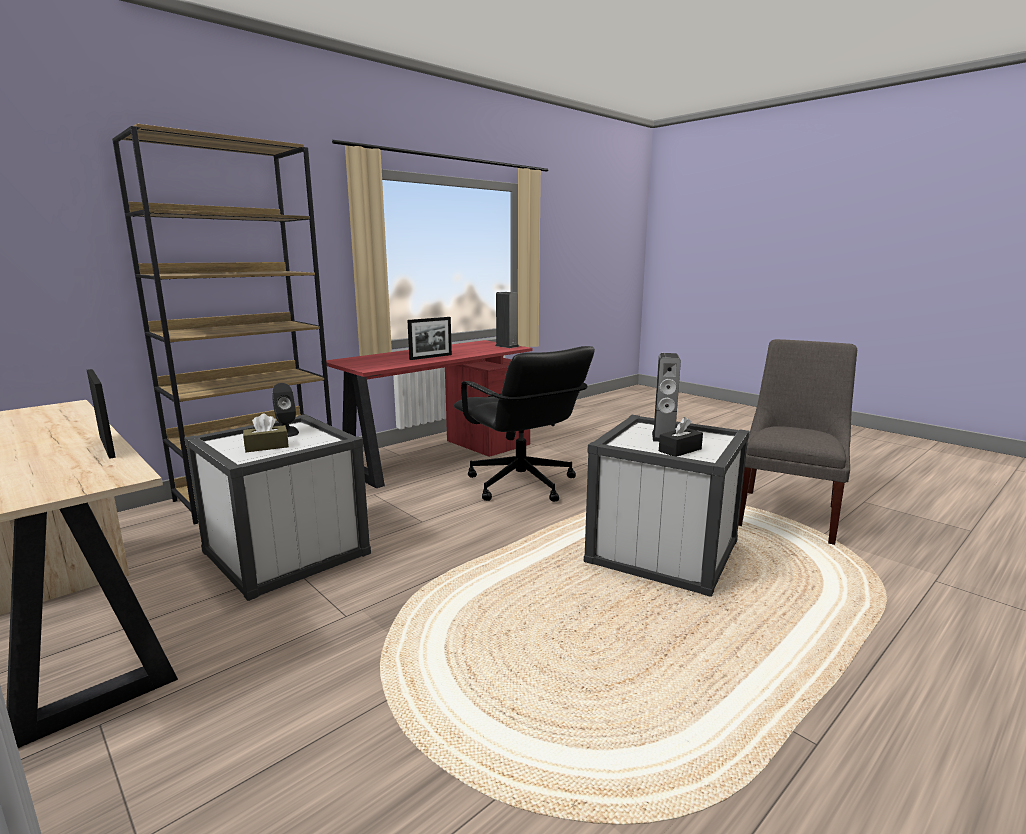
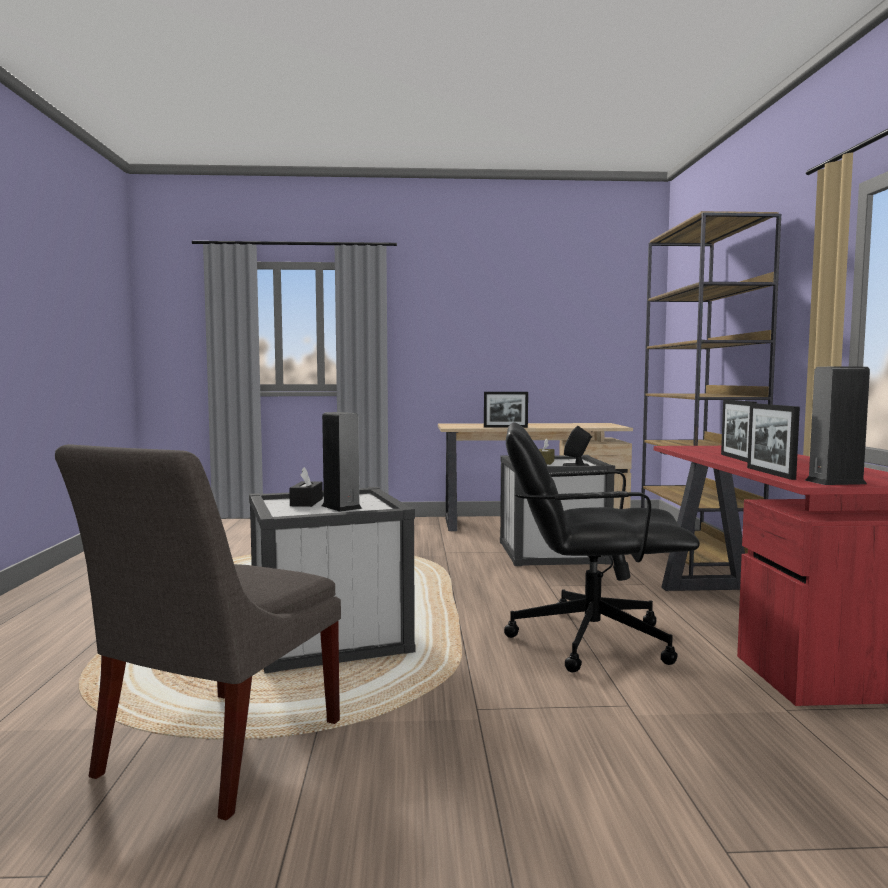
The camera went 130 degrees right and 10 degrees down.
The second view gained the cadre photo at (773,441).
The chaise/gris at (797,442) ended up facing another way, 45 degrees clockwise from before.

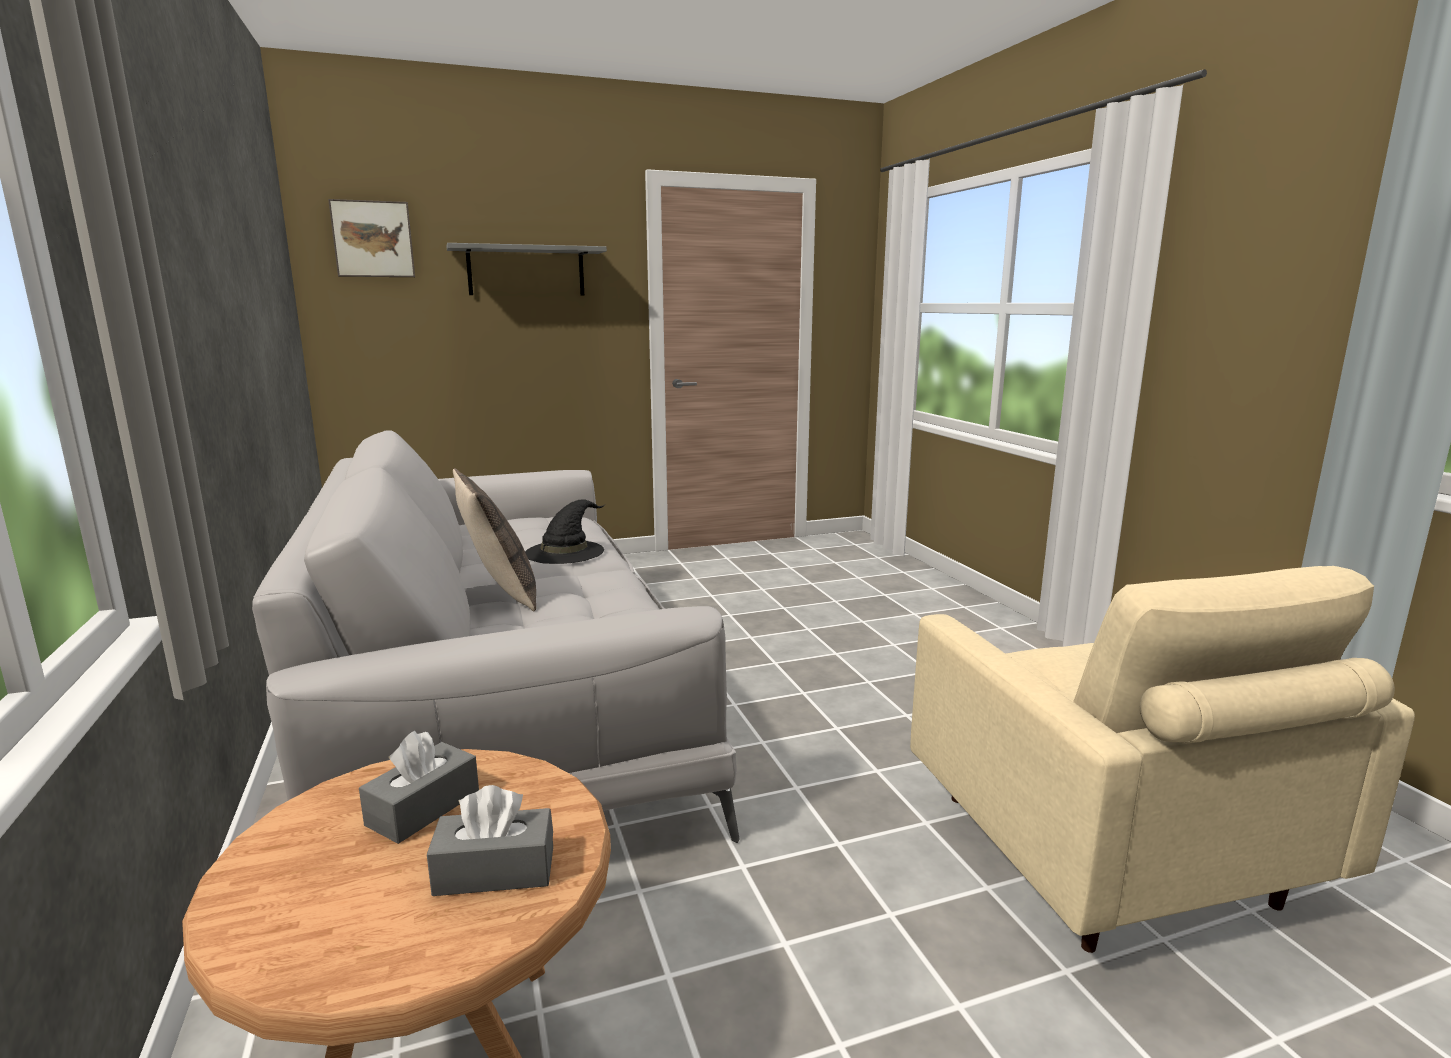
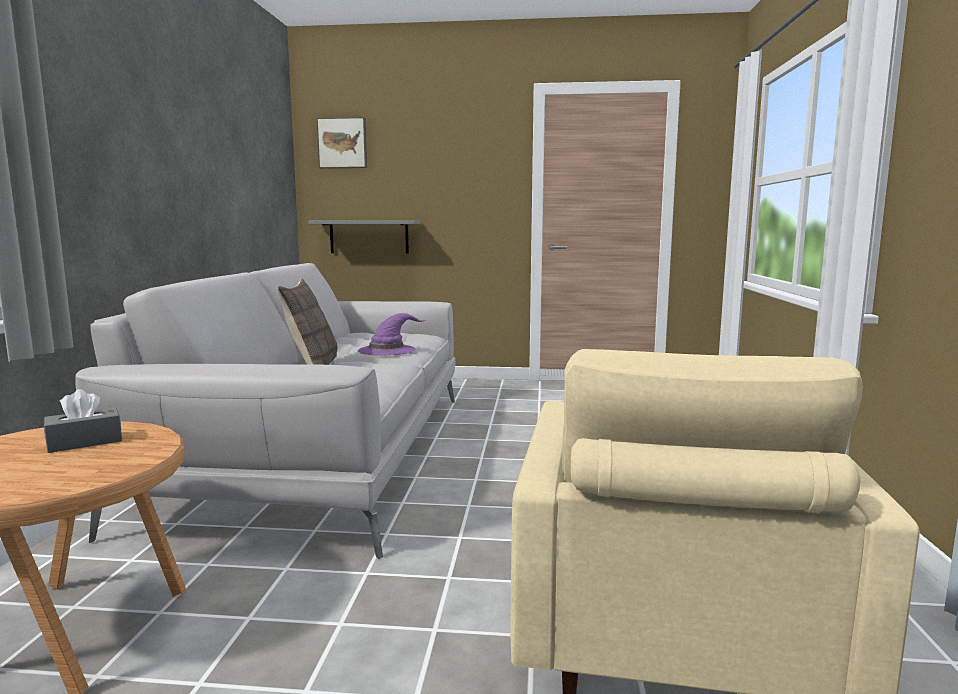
The camera went 25 degrees right and 5 degrees down.
The second view lost the boîte à mouchoirs/gris at (490,840).
The étagère/gris ended up elsewhere, having gone from (526,269) to (364,237).
What was the chapeau/noir at (565,532) turned into the chapeau/violet at (391,334).

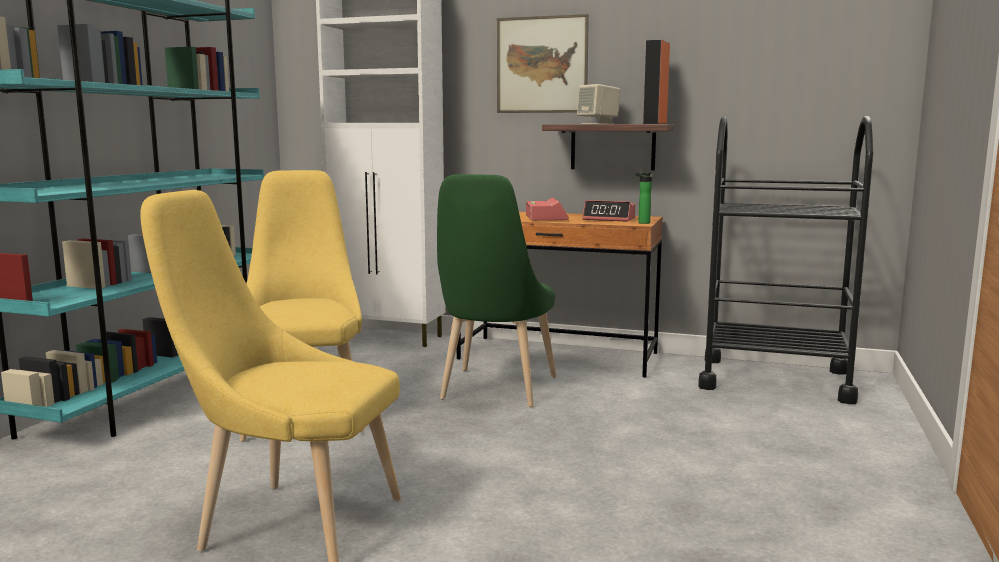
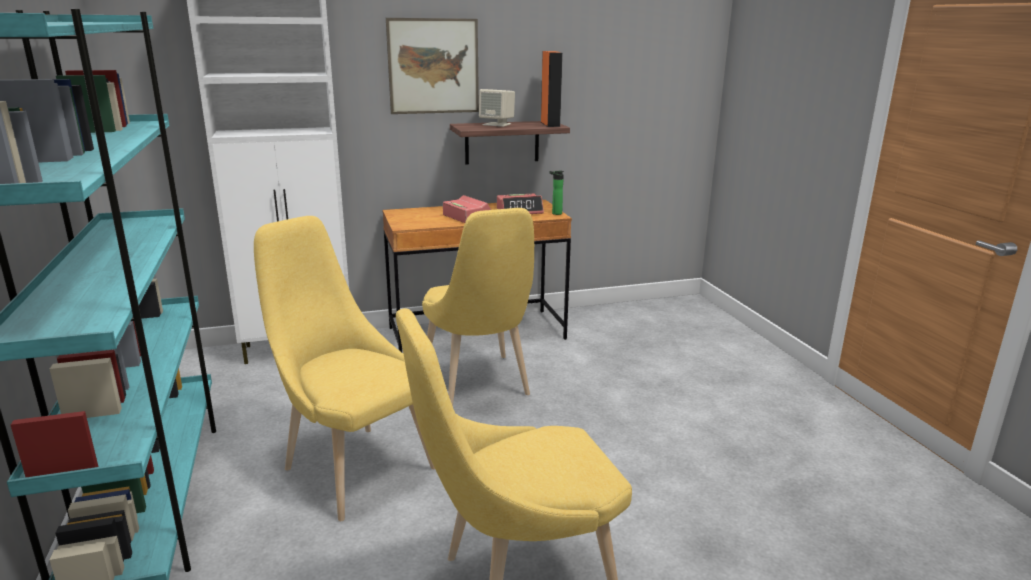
The camera went 35 degrees left and 10 degrees up.
The second view lost the chariot/noir at (786,260).
What was the chaise/vert at (496,290) turned into the chaise/jaune at (478,307).

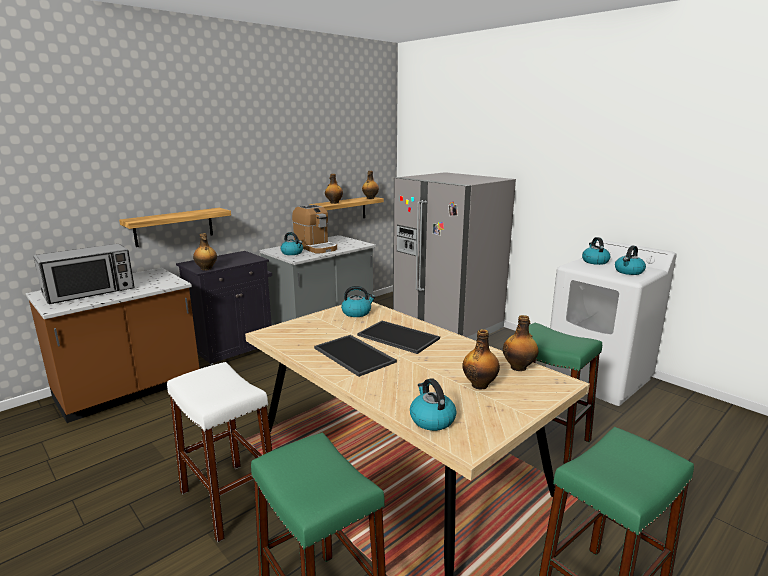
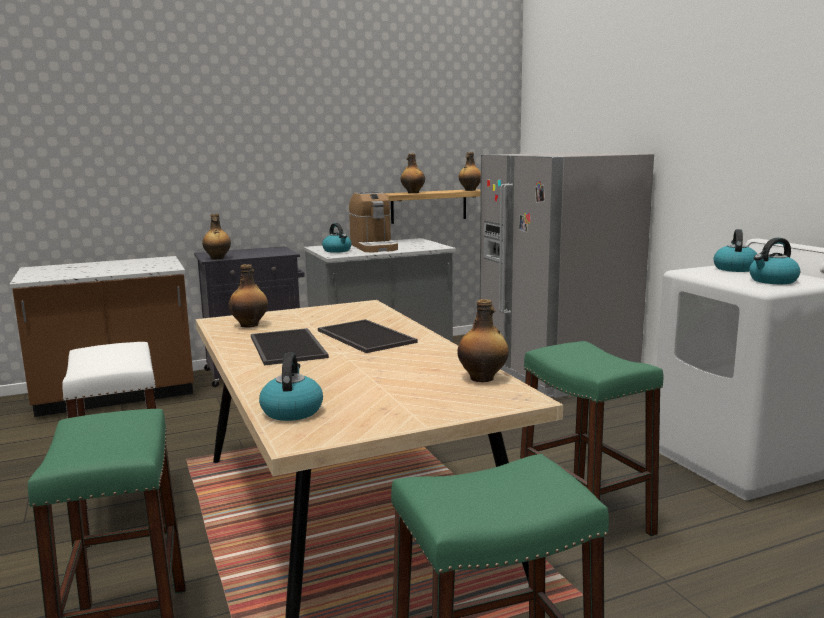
The camera went 20 degrees right and 5 degrees down.
The second view lost the micro-ondes at (84,274).
The second view lost the étagère at (175,227).
The second view lost the bouilloire at (358,301).
The bouteille ended up elsewhere, having gone from (481,359) to (248,296).

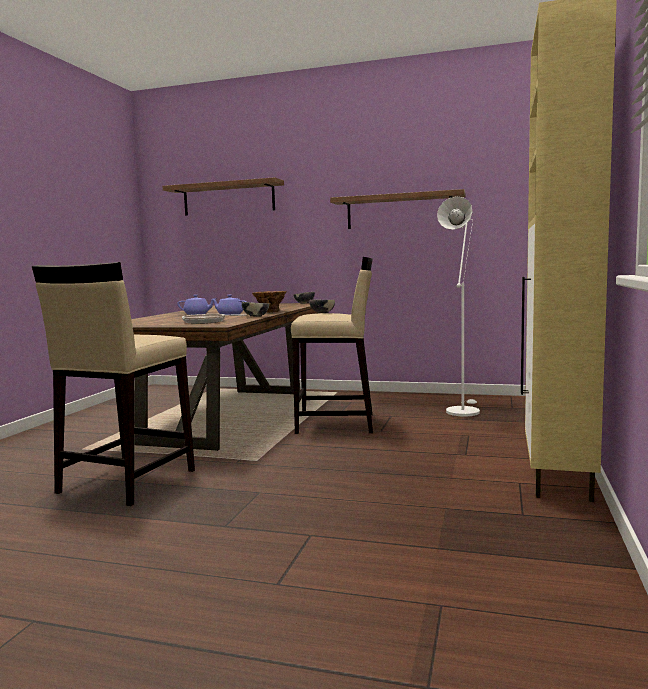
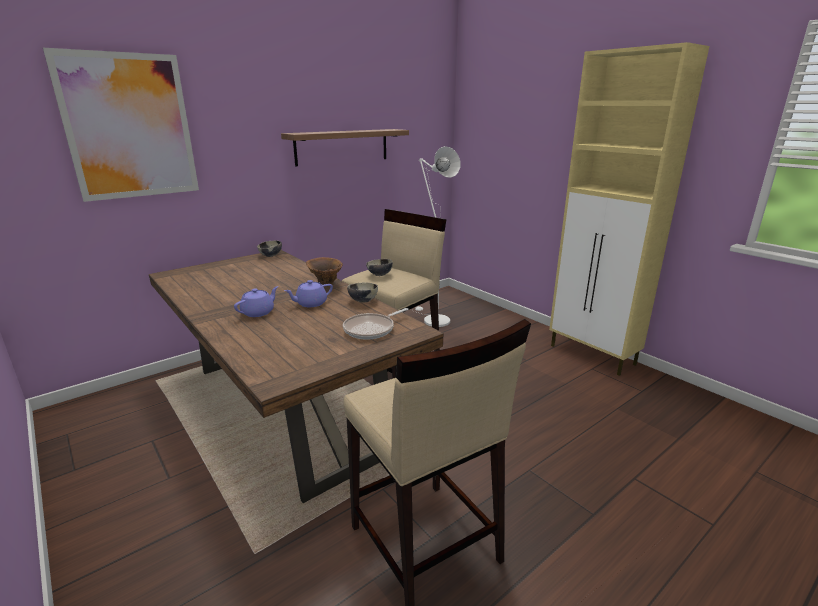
The camera went 55 degrees left and 15 degrees up.
Where the étagère hung at (223,196), the tableau came to hang at (121,125).

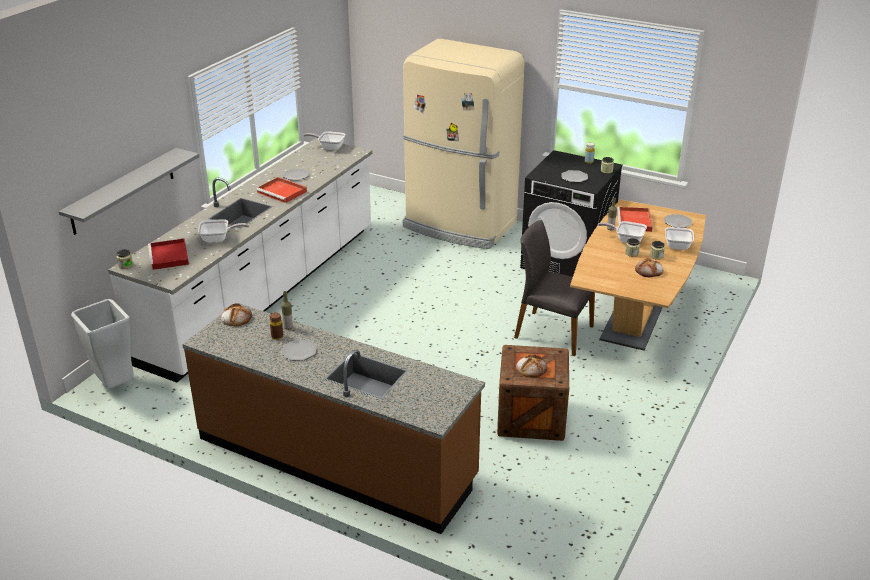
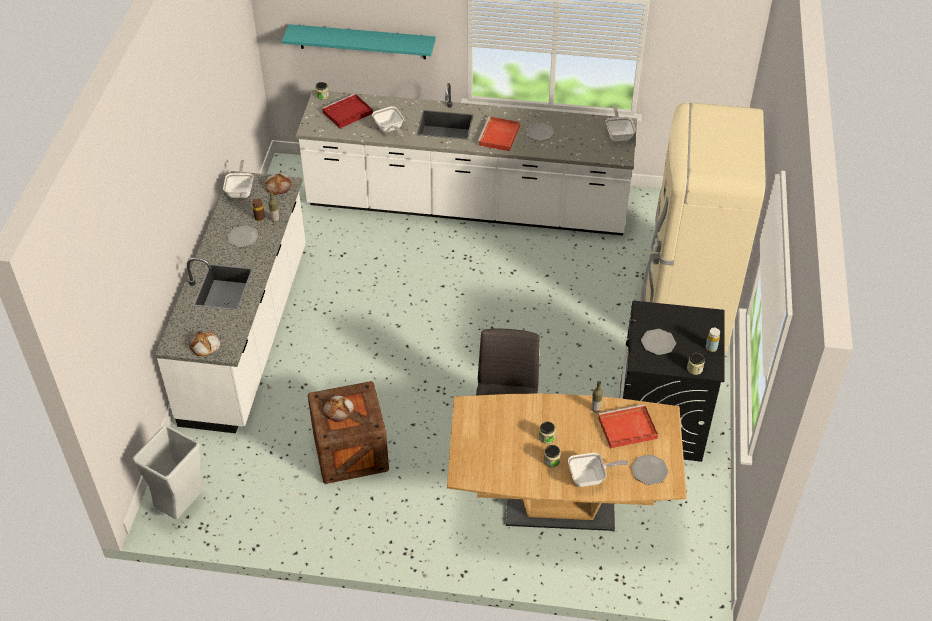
The camera went 70 degrees right and 15 degrees up.
The poubelle/gris ended up elsewhere, having gone from (102,343) to (169,472).
The poêle ended up elsewhere, having gone from (622,232) to (238,179).
The pain ended up elsewhere, having gone from (649,267) to (204,343).
What was the étagère/gris at (129,191) turned into the étagère/turquoise at (359,41).
What was the comptoir de cuisine/marron at (333,418) turned into the comptoir de cuisine/blanc at (230,302).

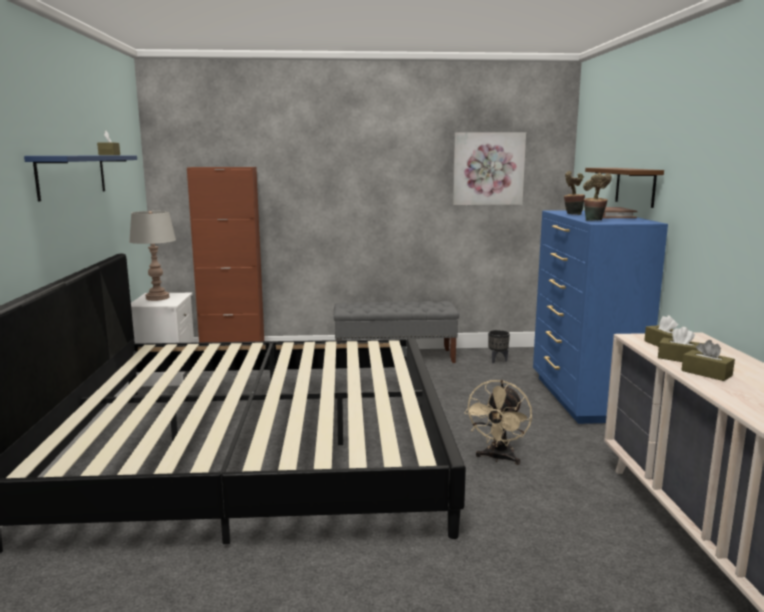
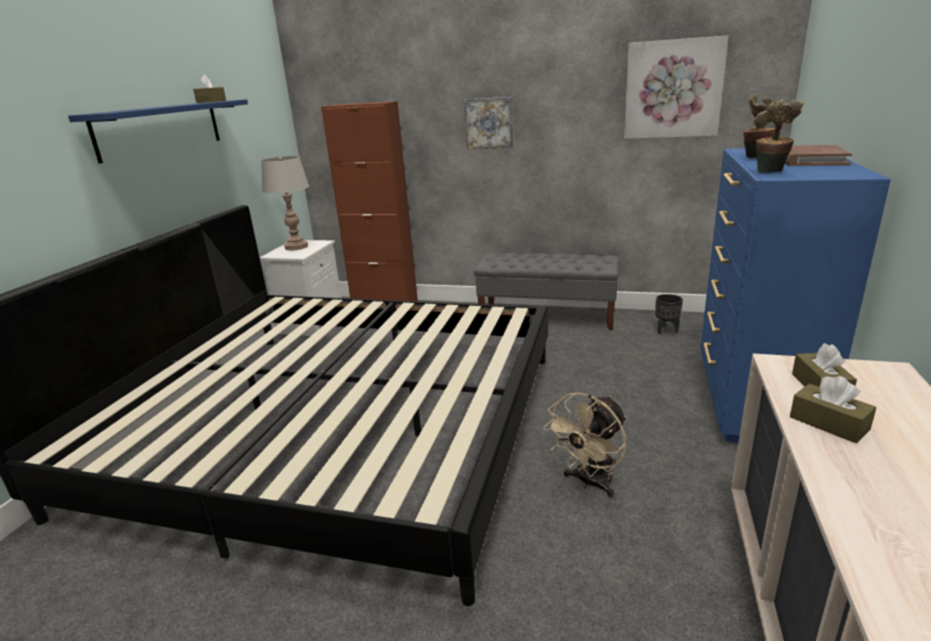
The camera went 20 degrees right and 10 degrees up.
The second view lost the étagère/marron at (624,188).
The second view lost the boîte à mouchoirs/marron at (708,360).
The second view gained the tableau at (488,123).

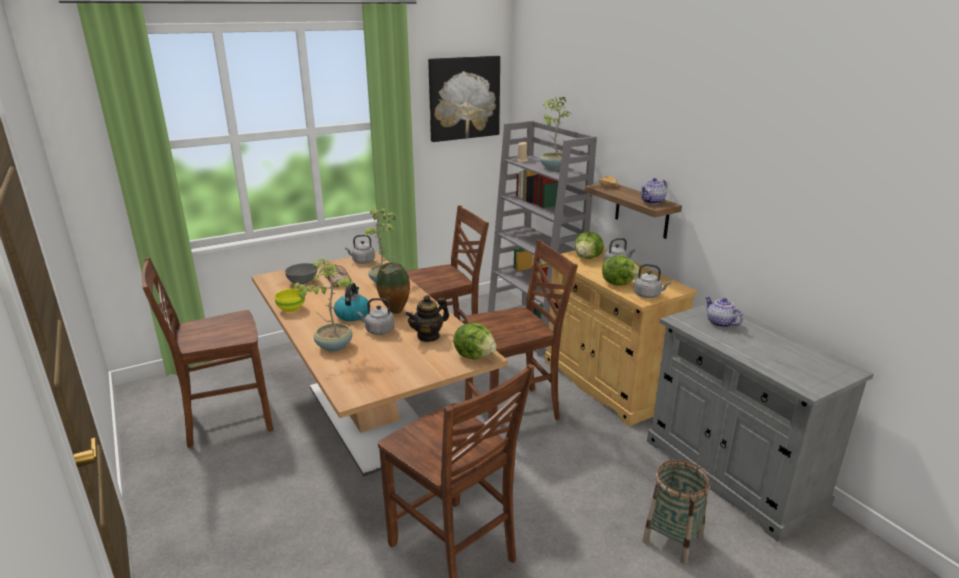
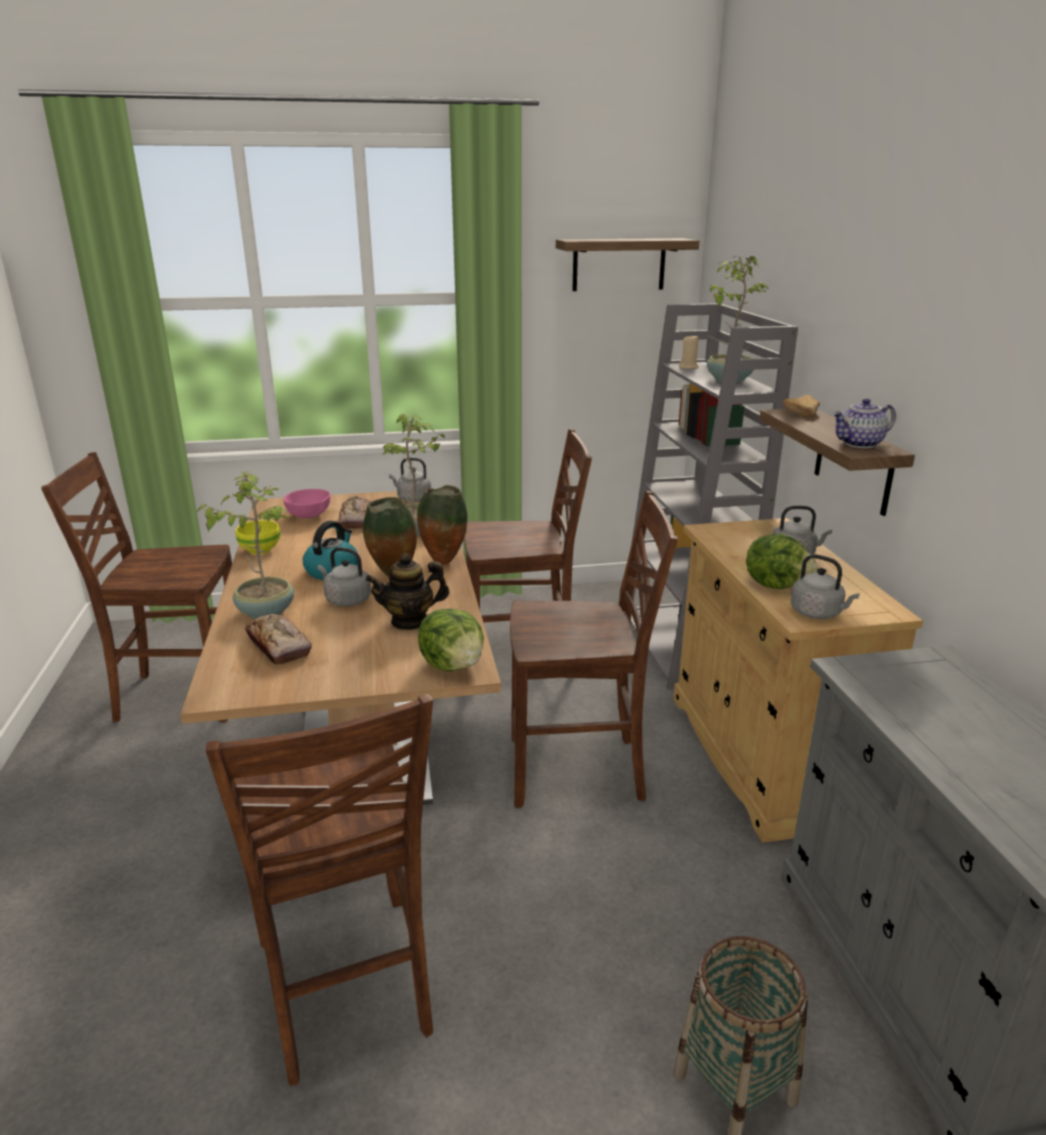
The camera went 20 degrees right and 0 degrees up.
The second view lost the laitue at (589,245).
The second view lost the théière at (724,312).
The second view gained the pain at (278,639).
The second view gained the vase at (442,525).
Where the tableau hung at (464,99), the étagère came to hang at (627,264).
What was the bol/gris at (301,273) turned into the bol/rose at (307,503).

